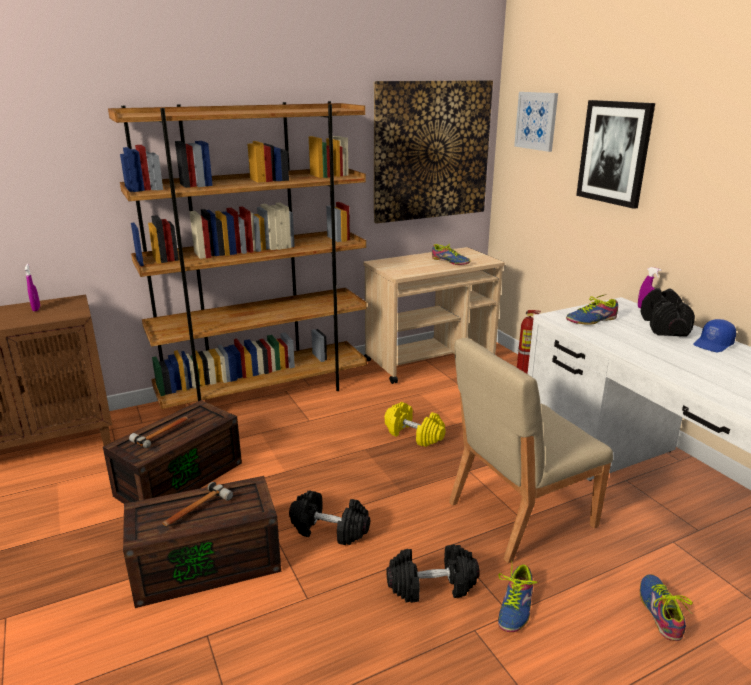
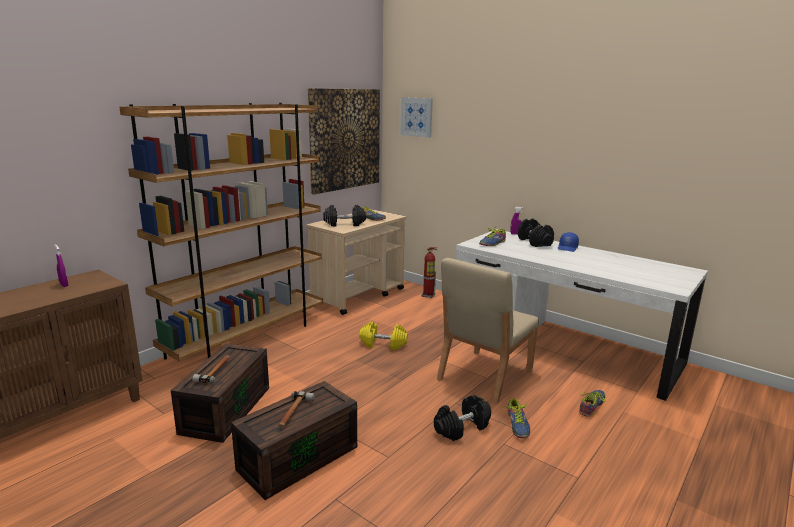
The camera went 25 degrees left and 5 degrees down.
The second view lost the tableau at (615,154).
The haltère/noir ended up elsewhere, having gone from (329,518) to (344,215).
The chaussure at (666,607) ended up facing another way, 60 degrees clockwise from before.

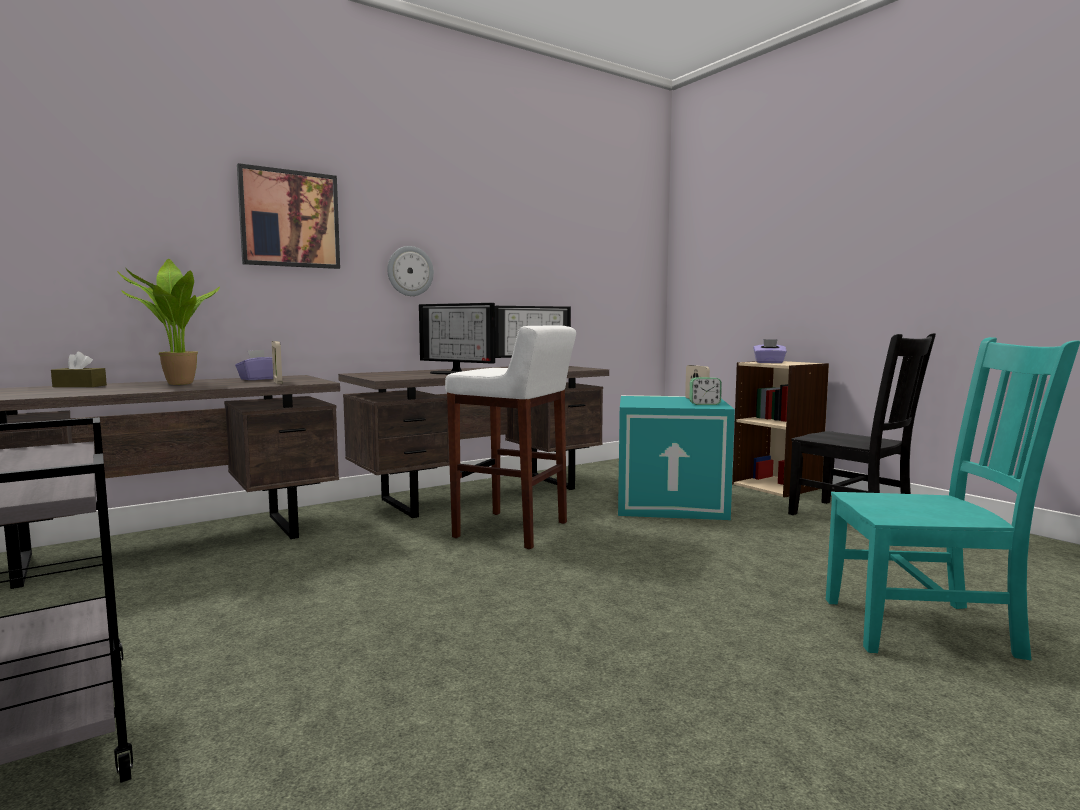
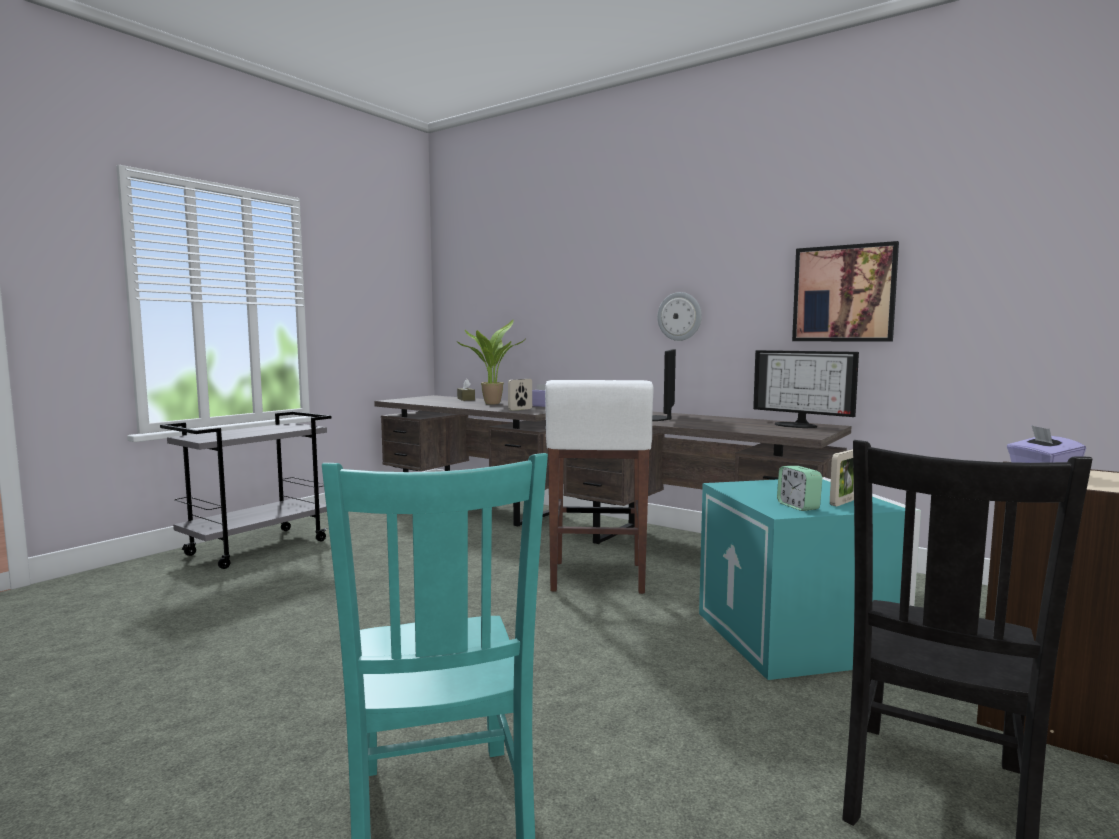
The camera went 70 degrees right and 0 degrees up.
The tableau ended up elsewhere, having gone from (288,216) to (845,291).

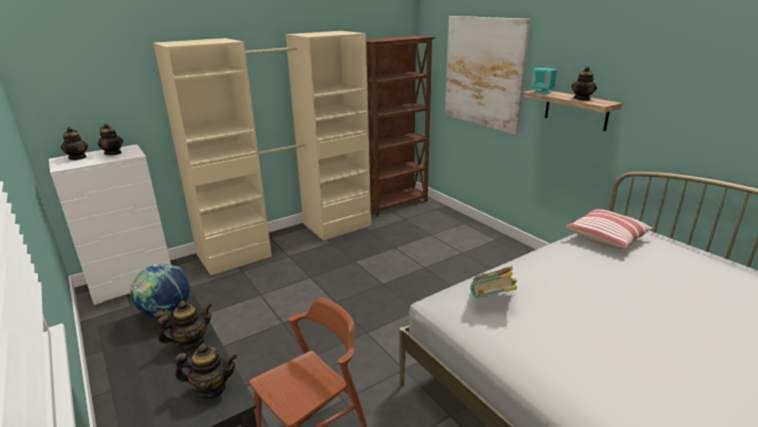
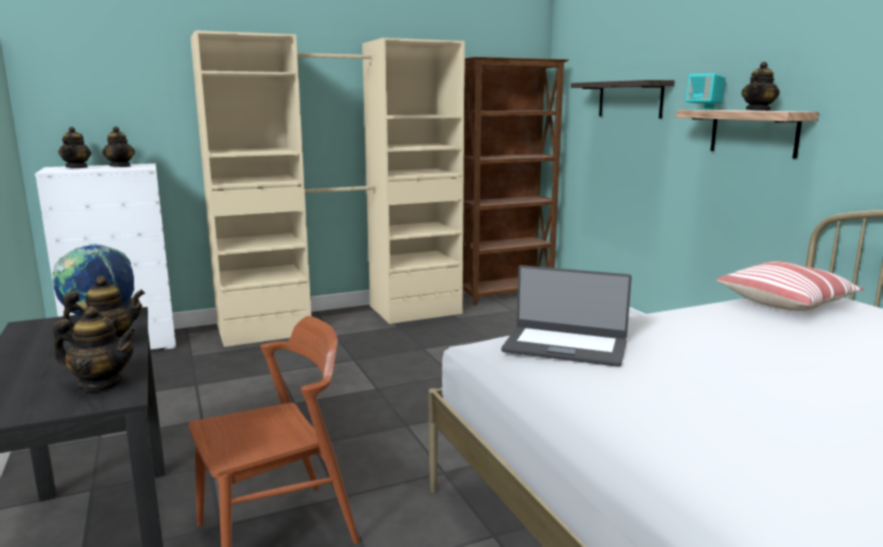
The camera went 10 degrees right and 10 degrees down.
Where the tableau hung at (488,75), the étagère came to hang at (623,99).
Where the livre stood at (493,282), the ordinateur portable came to stand at (566,316).

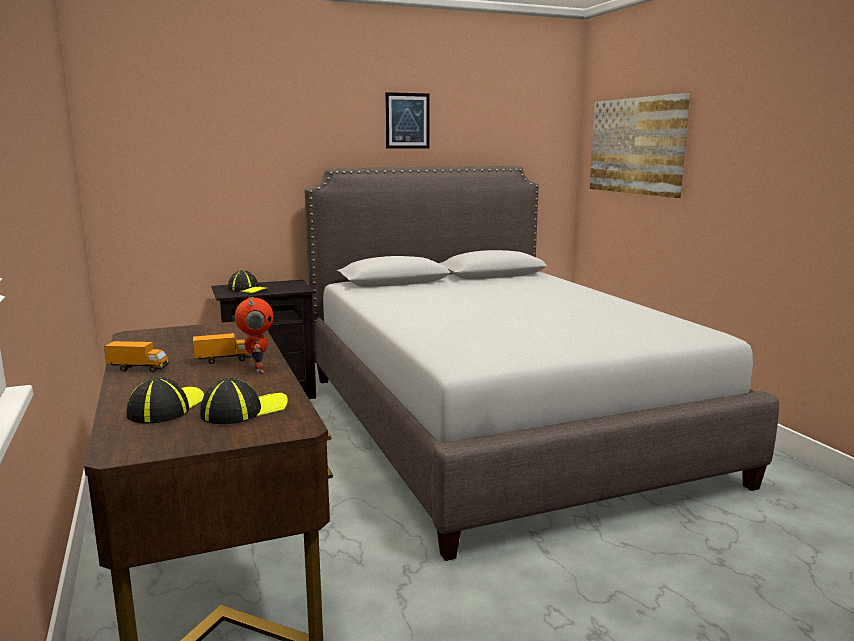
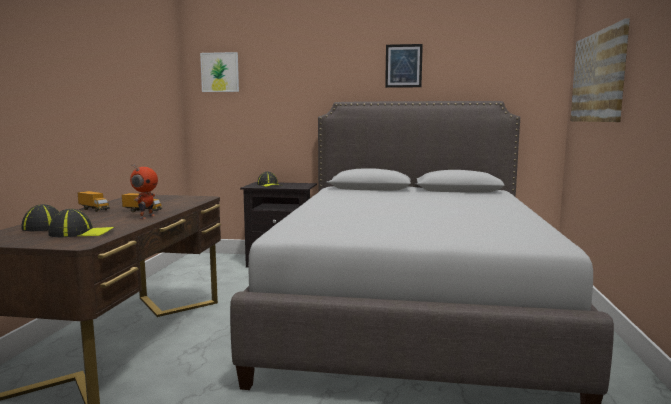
The camera went 30 degrees right and 5 degrees down.
The second view gained the tableau at (219,72).

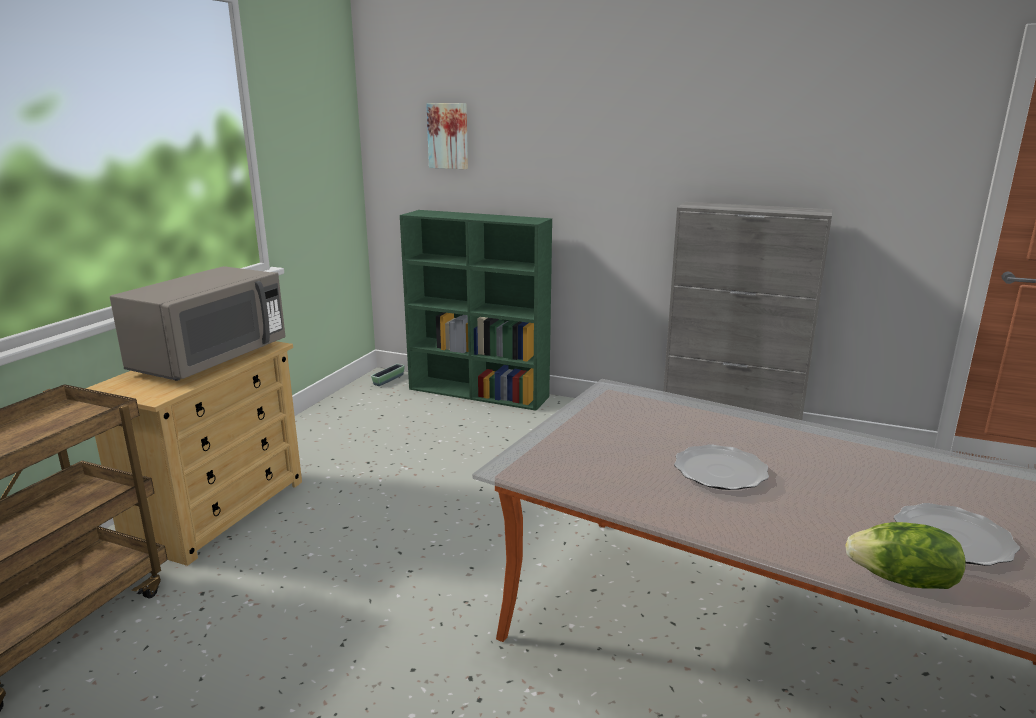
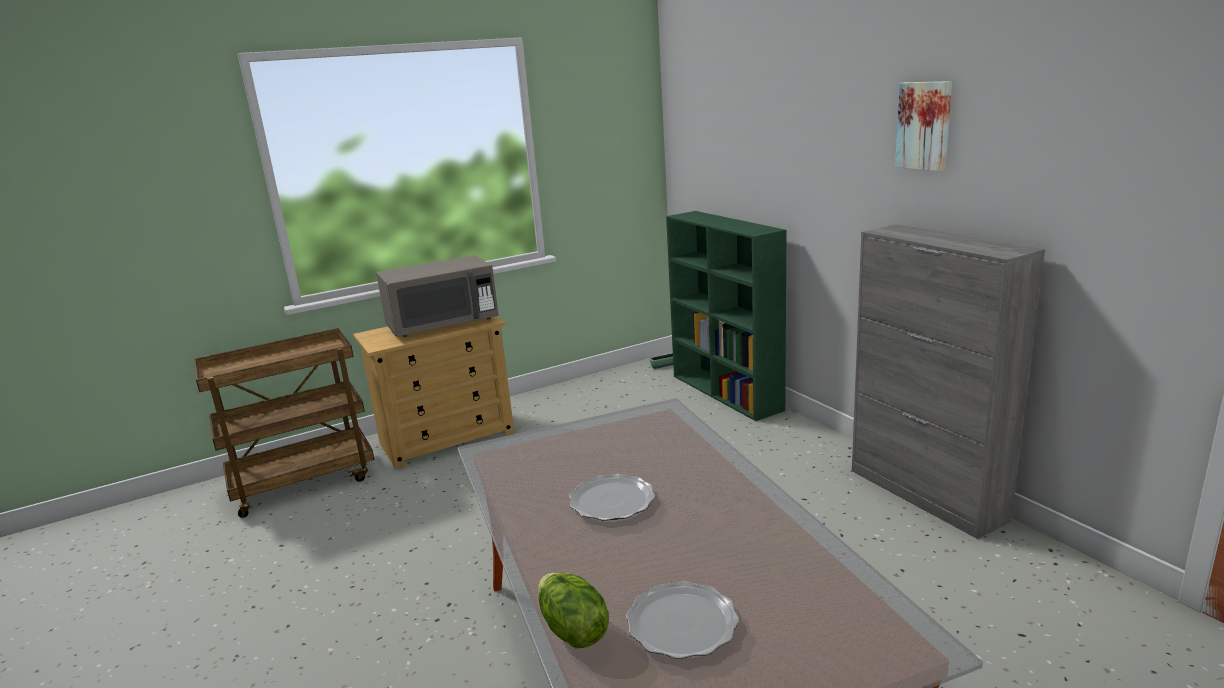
The camera went 40 degrees right and 0 degrees up.
The tableau ended up elsewhere, having gone from (447,136) to (923,126).

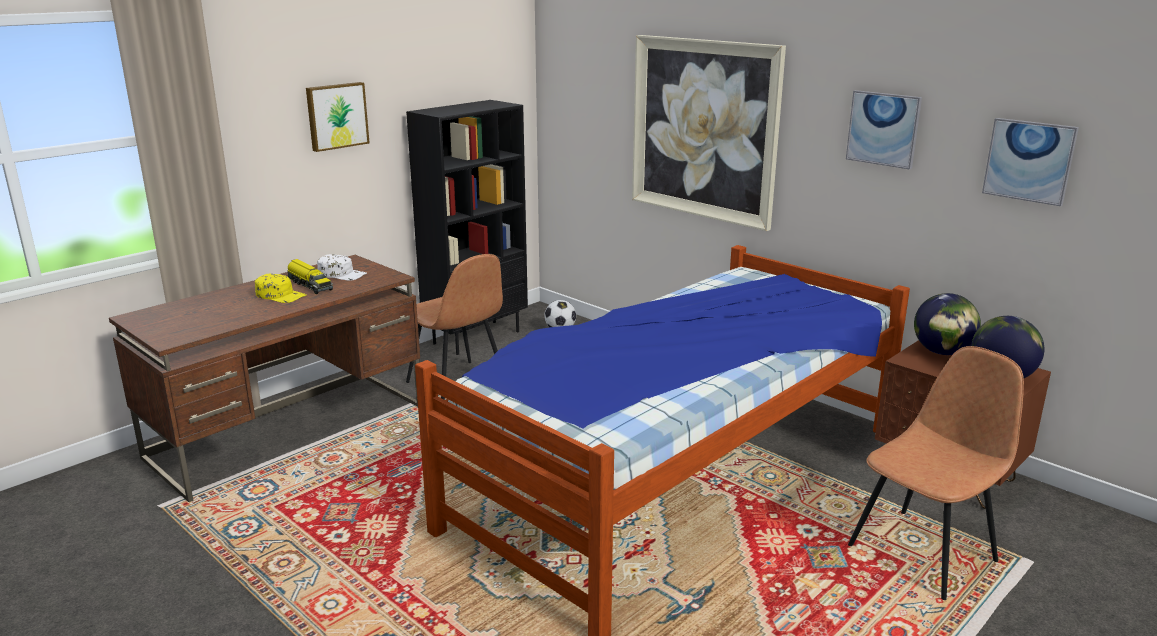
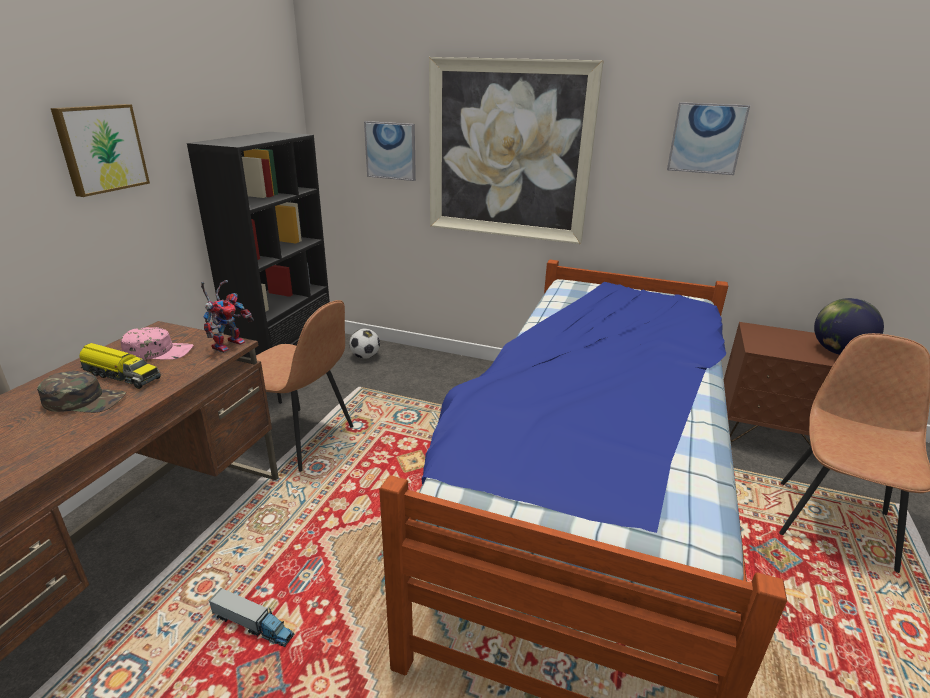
The camera went 25 degrees left and 5 degrees up.
The second view lost the globe at (947,324).
The second view gained the robot jouet at (227,316).
The second view gained the camion jouet at (251,617).
The tableau ended up elsewhere, having gone from (1030,162) to (390,151).
What was the casquette/jaune at (281,288) turned into the casquette/vert at (81,392).
What was the casquette/blanc at (342,267) turned into the casquette/rose at (156,343).

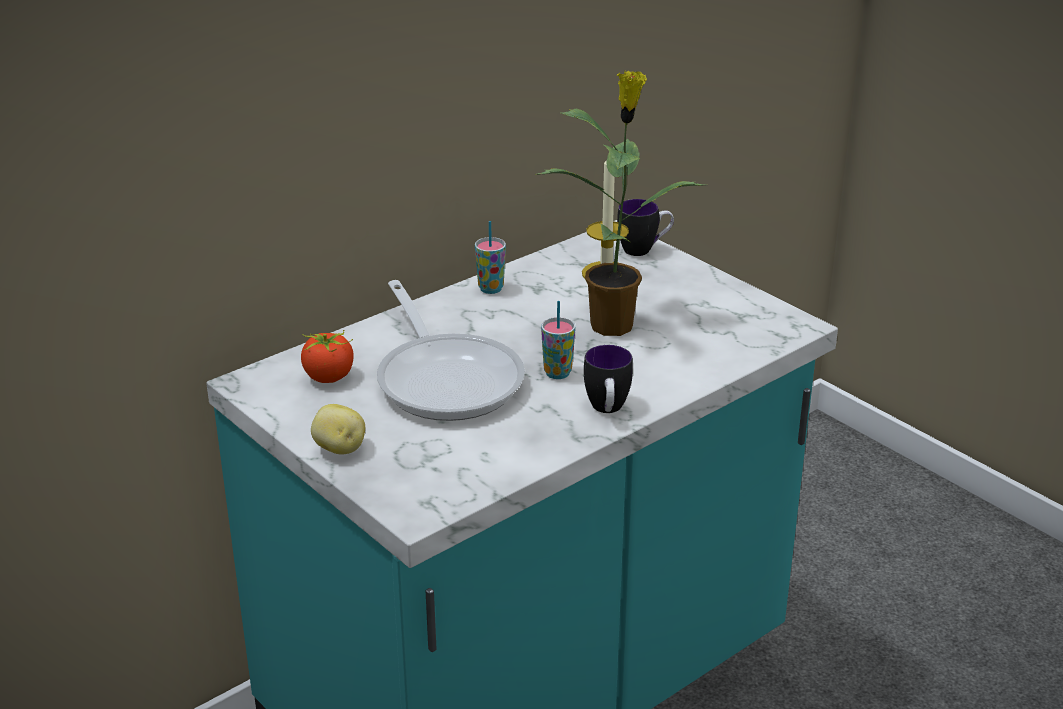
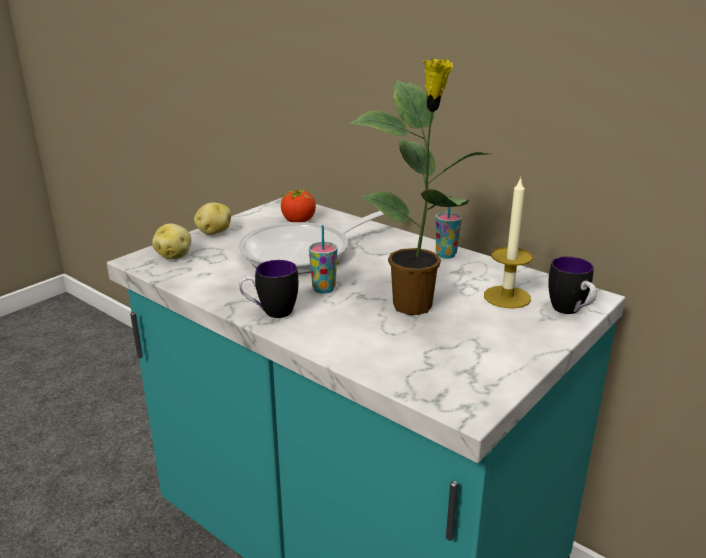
The camera went 80 degrees right and 5 degrees down.
The second view gained the pomme de terre at (171,241).

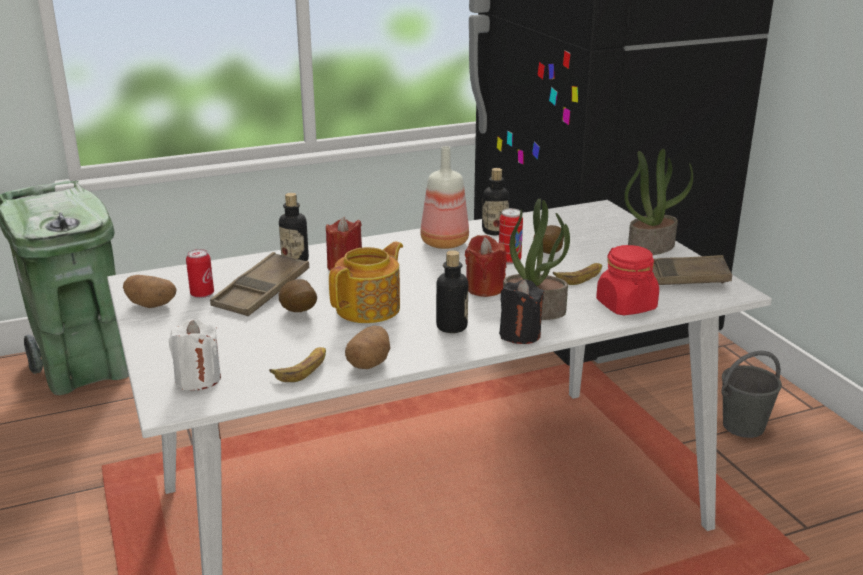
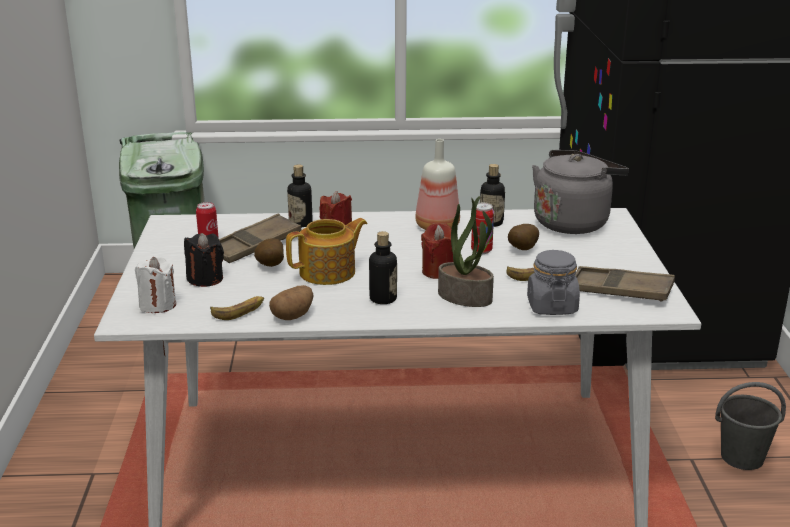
The camera went 20 degrees right and 0 degrees up.
The second view lost the pomme de terre at (150,291).
The second view lost the plante en pot at (658,202).
The second view gained the bouilloire/gris at (580,192).
The bougie/noir ended up elsewhere, having gone from (521,311) to (204,260).
What was the bocal/rouge at (627,280) turned into the bocal/gris at (553,282).

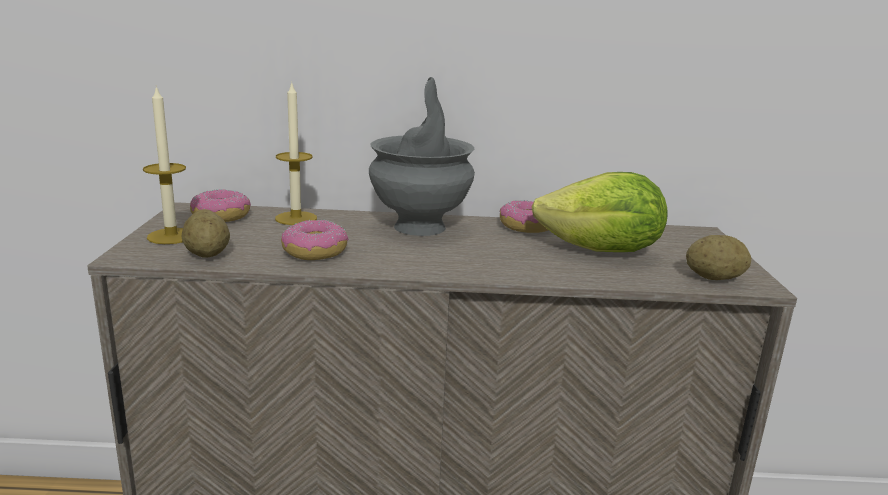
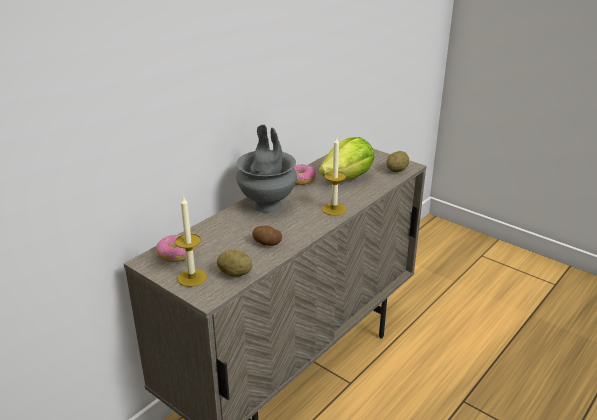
The camera went 50 degrees left and 10 degrees up.
The bougie ended up elsewhere, having gone from (296,153) to (334,176).
Where the beignet stood at (314,240), the pomme de terre came to stand at (267,236).

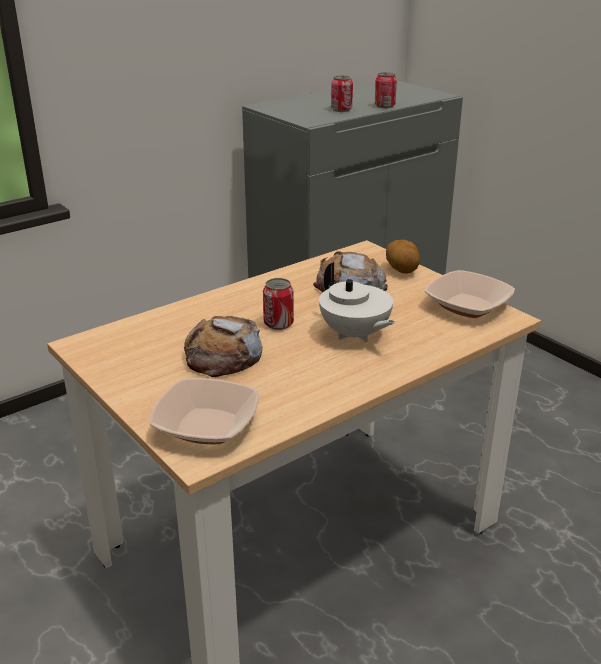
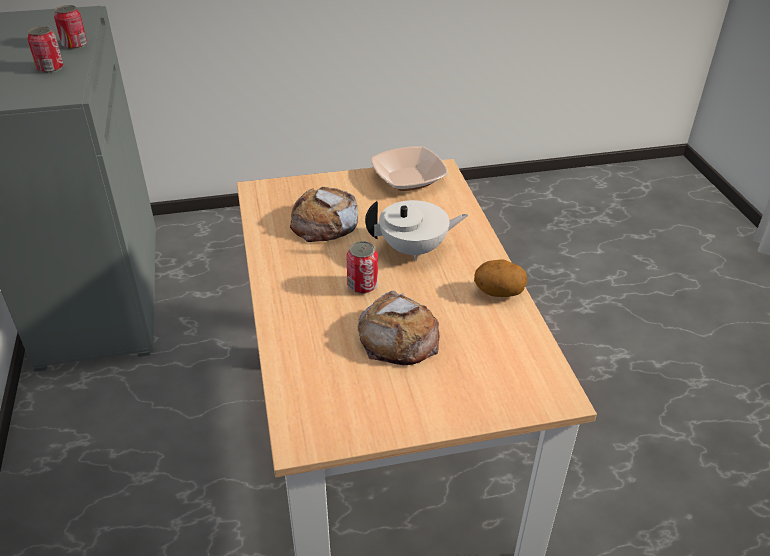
The camera went 65 degrees left and 10 degrees up.
The second view lost the bol at (204,411).
The pomme de terre ended up elsewhere, having gone from (403,257) to (500,278).

